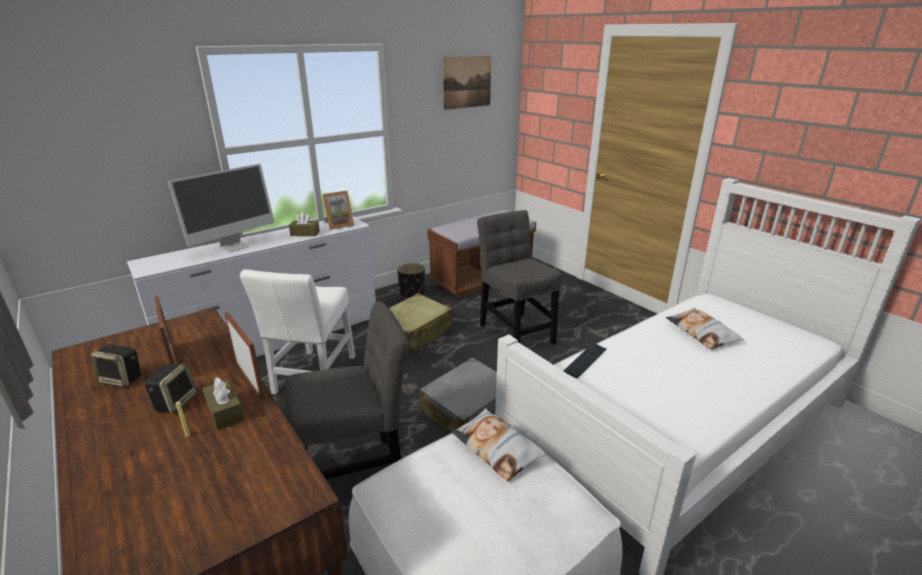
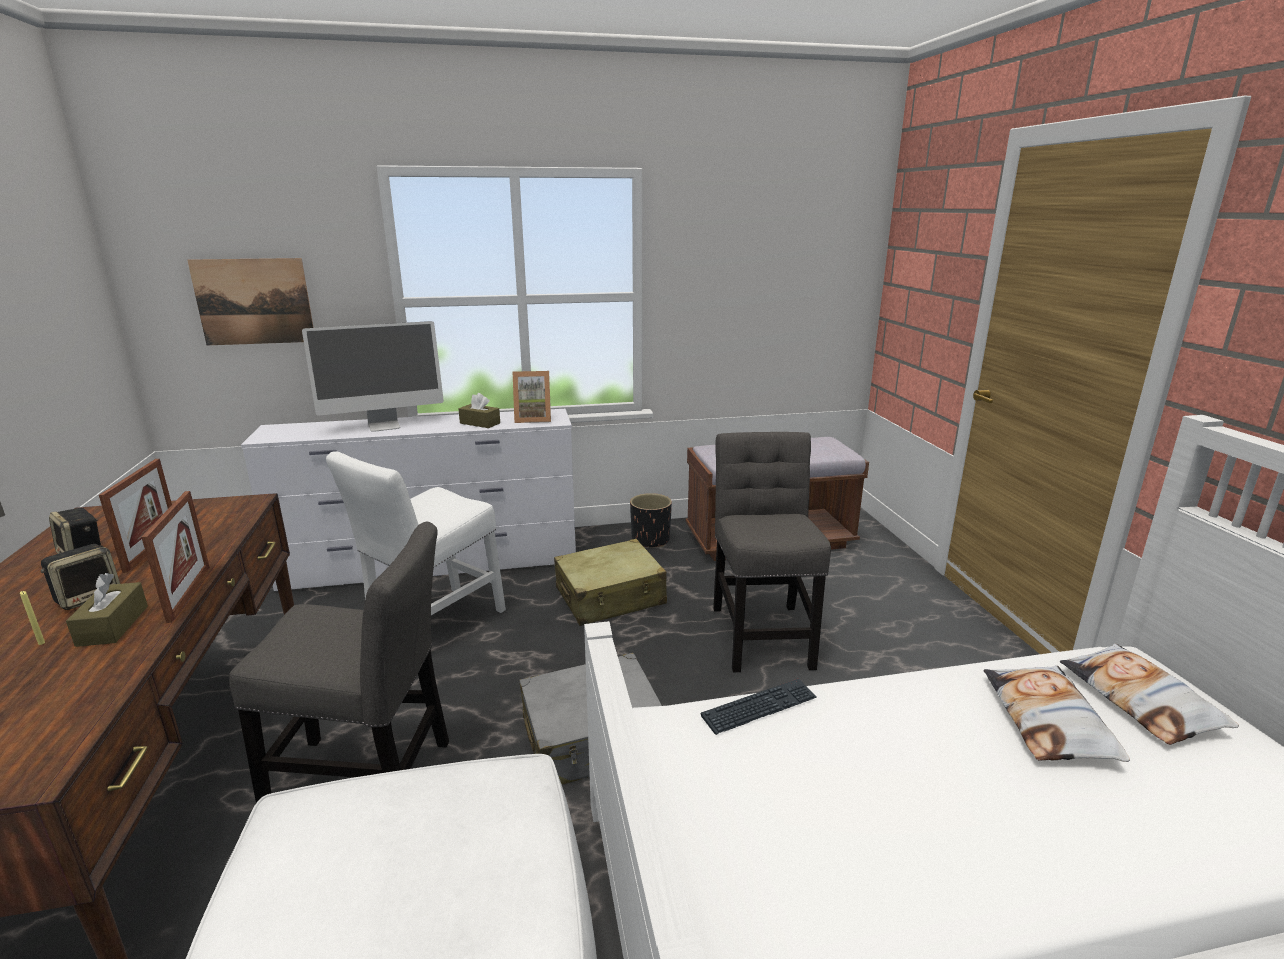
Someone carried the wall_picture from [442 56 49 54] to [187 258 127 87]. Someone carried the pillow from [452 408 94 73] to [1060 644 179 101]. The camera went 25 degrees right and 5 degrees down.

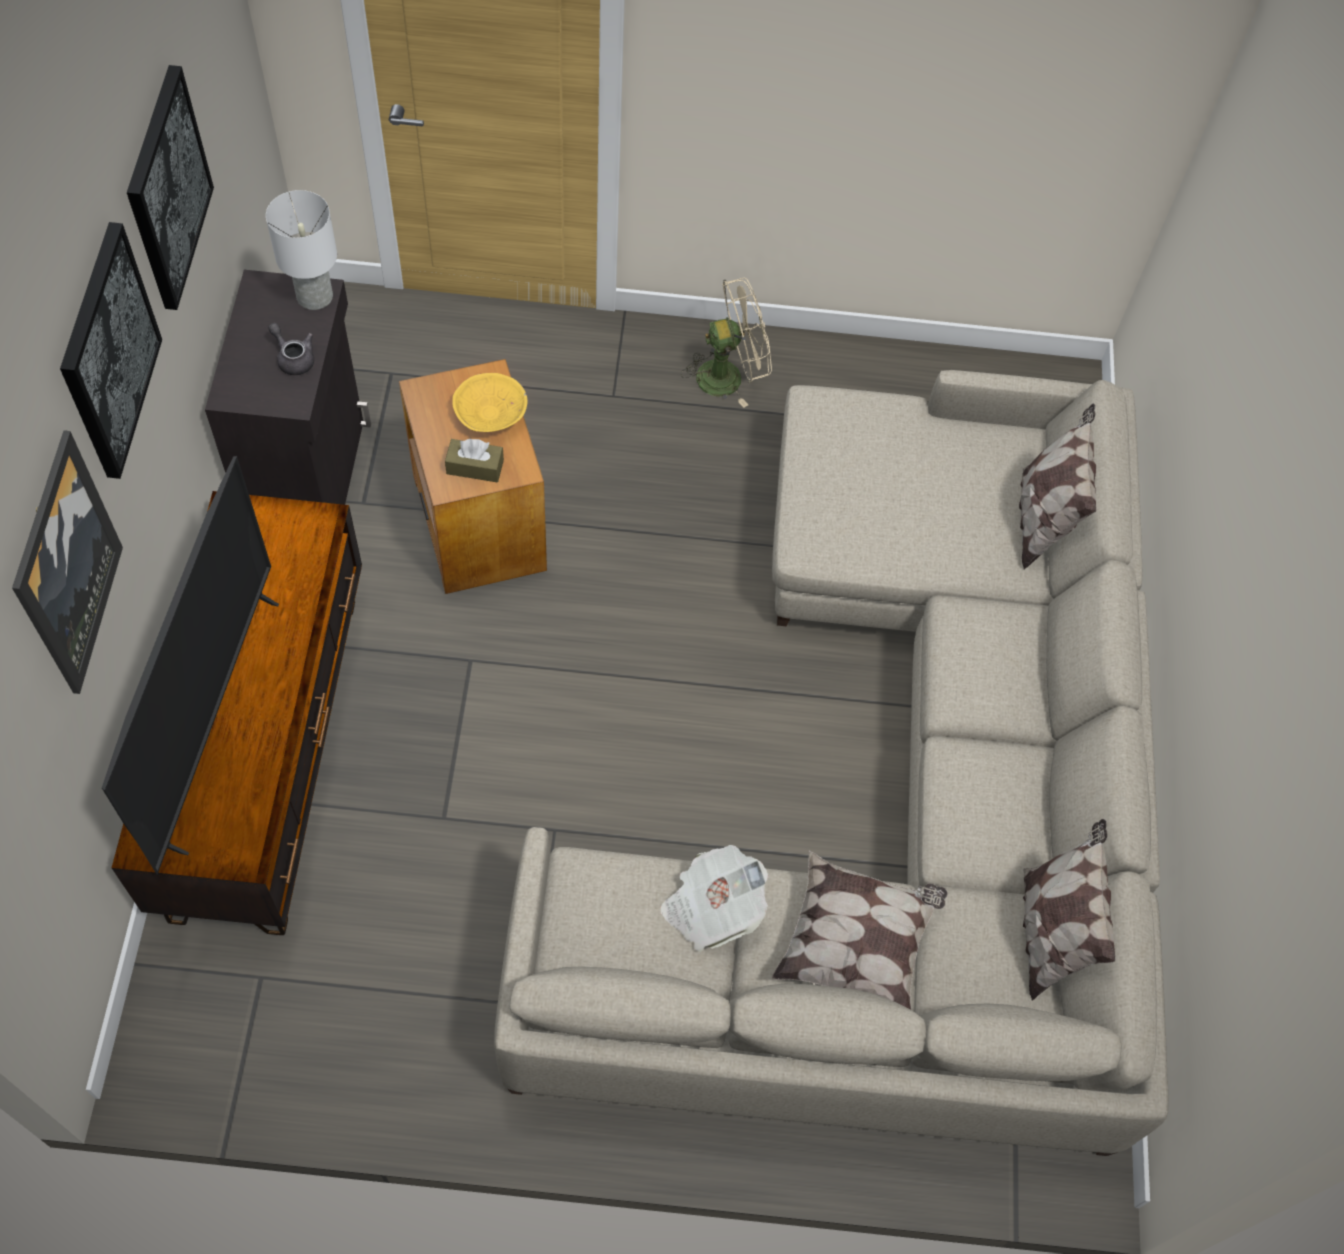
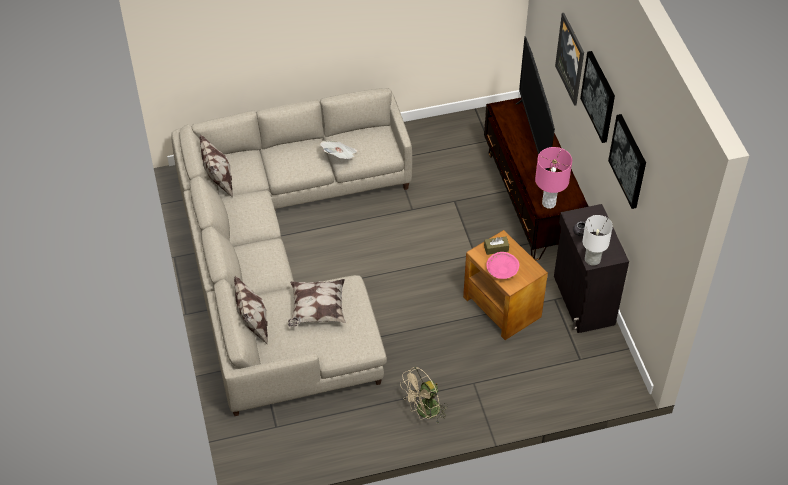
Someone repainted the yellowish_deep_dish at [452 373 76 59], which became the pinkish_deep_dish at [486 252 33 27]. Someone carried the pillow from [772 851 176 159] to [288 279 58 48]. Someone put down the pinkish_tabletop_lamp at [535 147 37 62]. The camera went 165 degrees right and 10 degrees down.

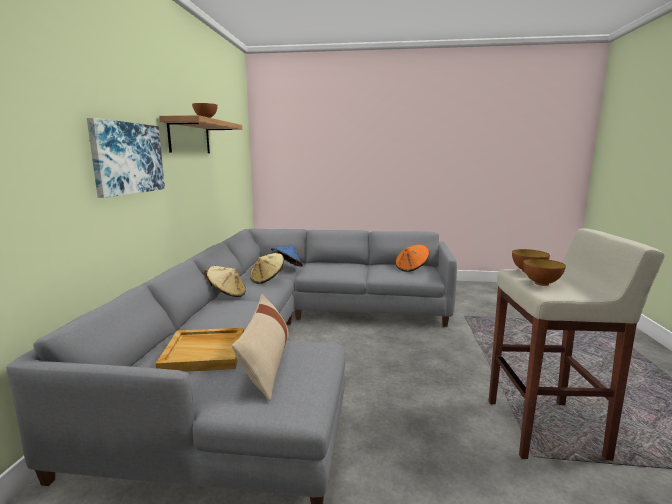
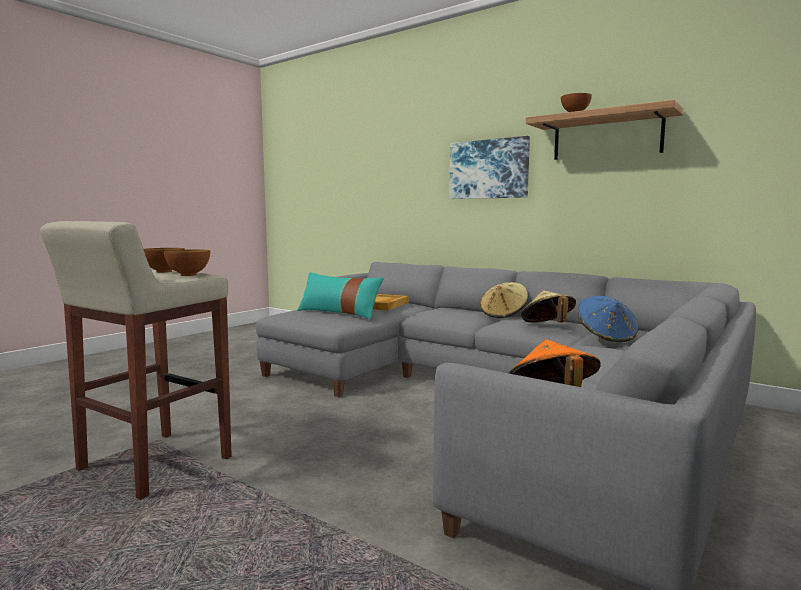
Someone repainted the beige_pillow at [232 294 57 107], which became the blue-green_pillow at [297 272 87 47]. The camera went 120 degrees right and 5 degrees down.

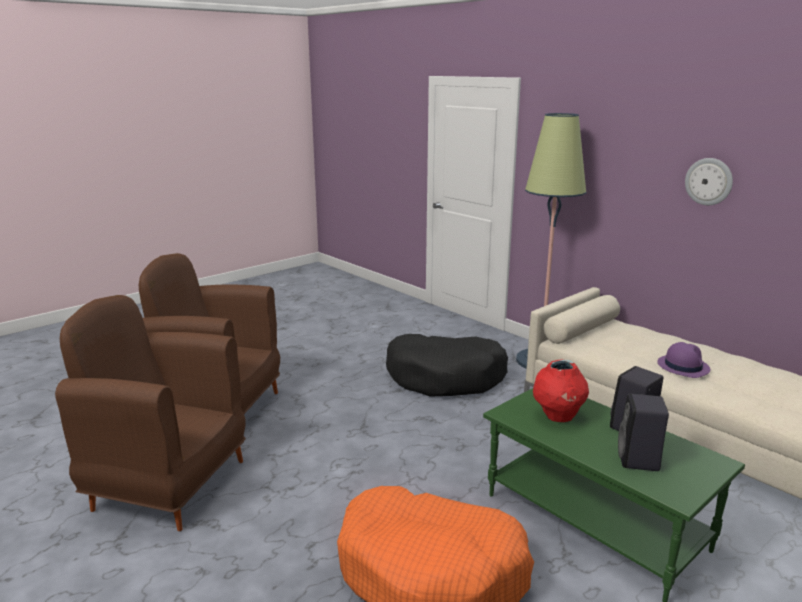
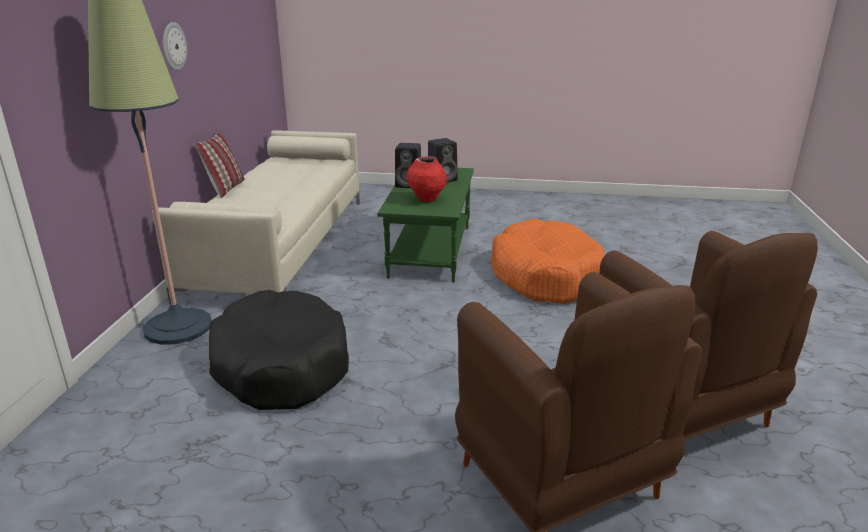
Someone took away the purplish_hat at [657 342 54 36]. Someone put down the pillow at [194 130 51 68]. The camera went 130 degrees left and 5 degrees up.

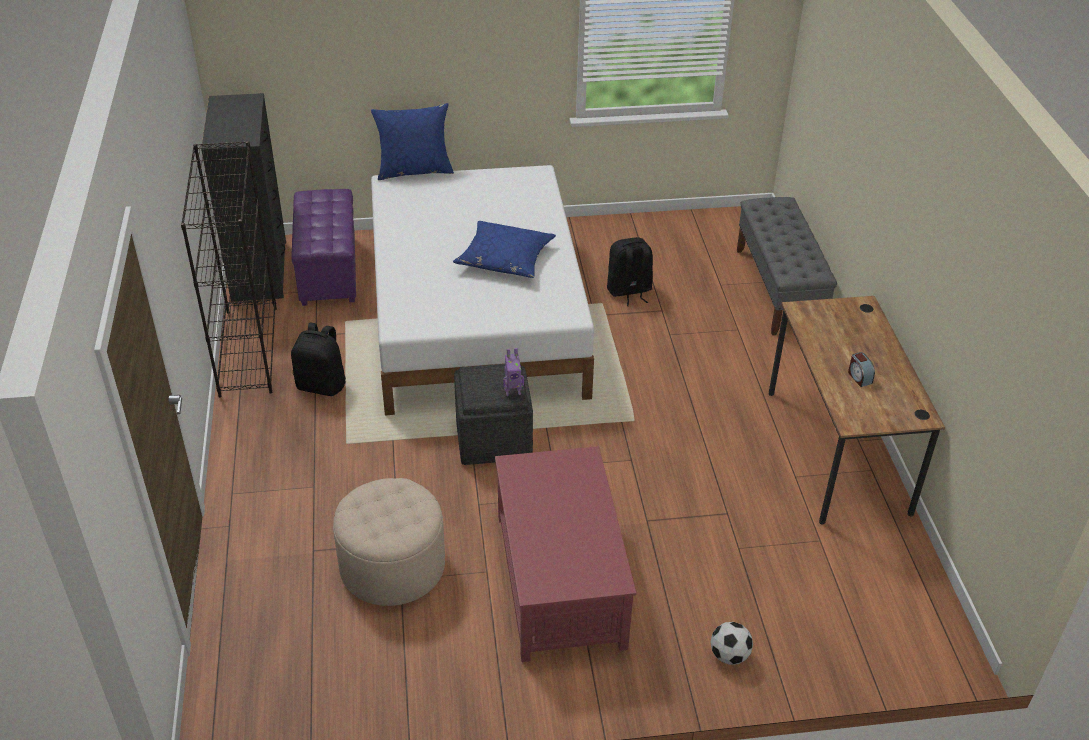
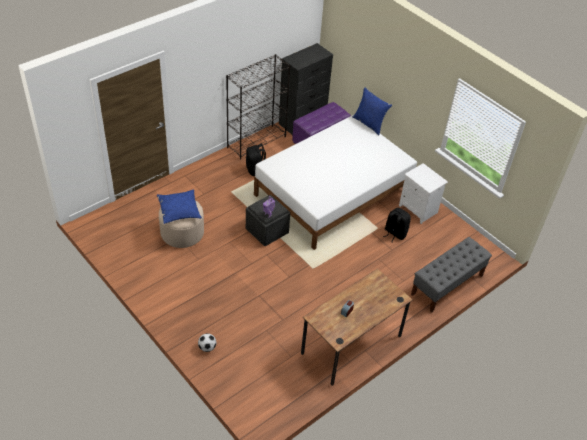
Someone carried the blue_pillow from [453 221 103 57] to [157 190 45 34]. Someone took away the red-coloured_low_table at [495 446 142 216]. Someone put down the whitish_night_table at [399 163 49 61]. The camera went 55 degrees right and 5 degrees up.

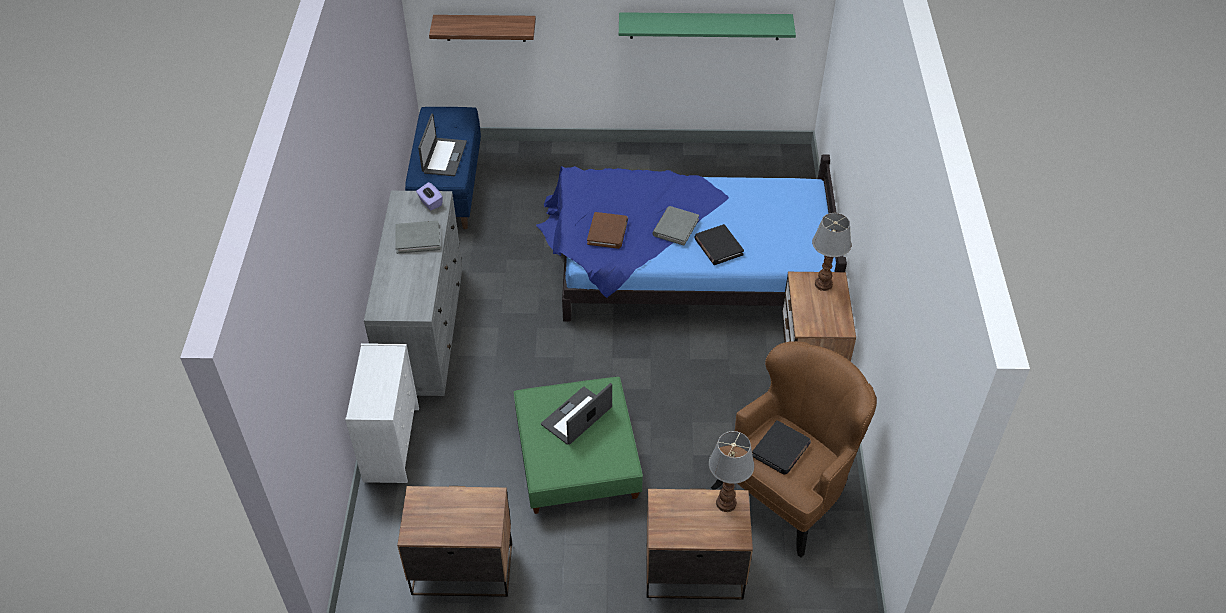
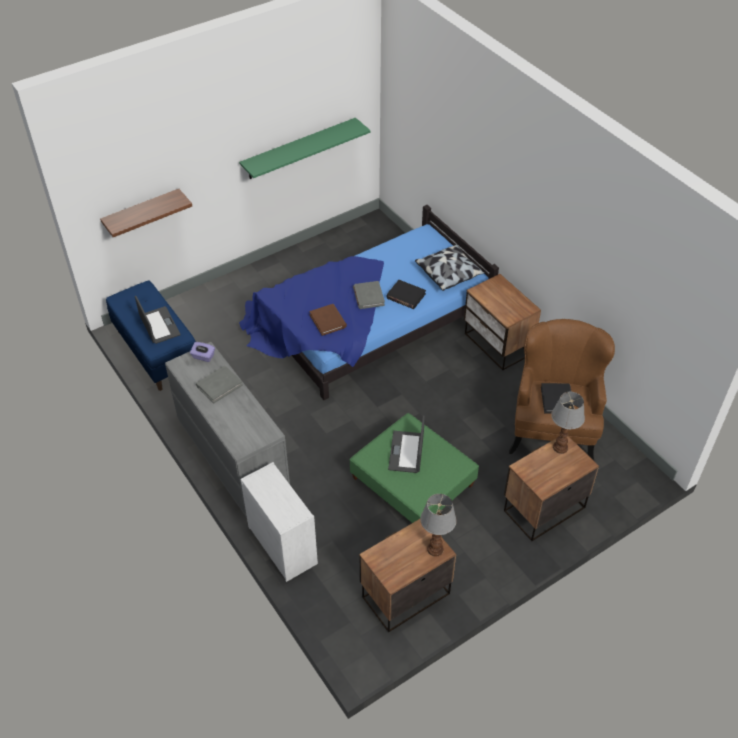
Someone carried the tabletop_lamp from [812 213 39 78] to [420 494 37 63]. Someone put down the pillow at [415 244 69 47]. The camera went 35 degrees left and 0 degrees up.

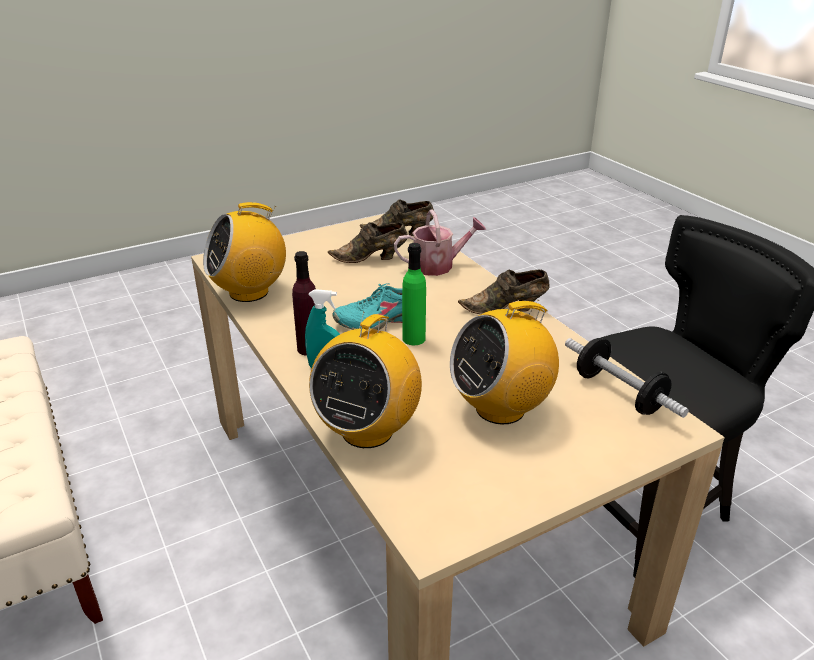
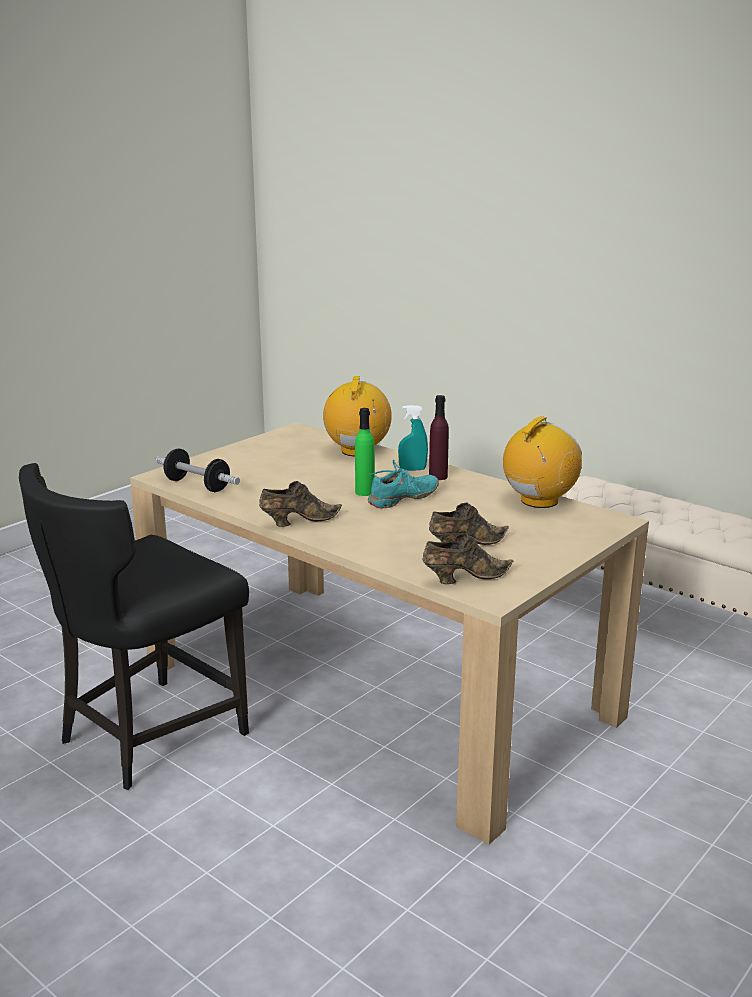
Someone took away the watering_pot at [394 209 92 67]. Someone took away the radio at [450 299 109 125]. The camera went 160 degrees right and 10 degrees down.

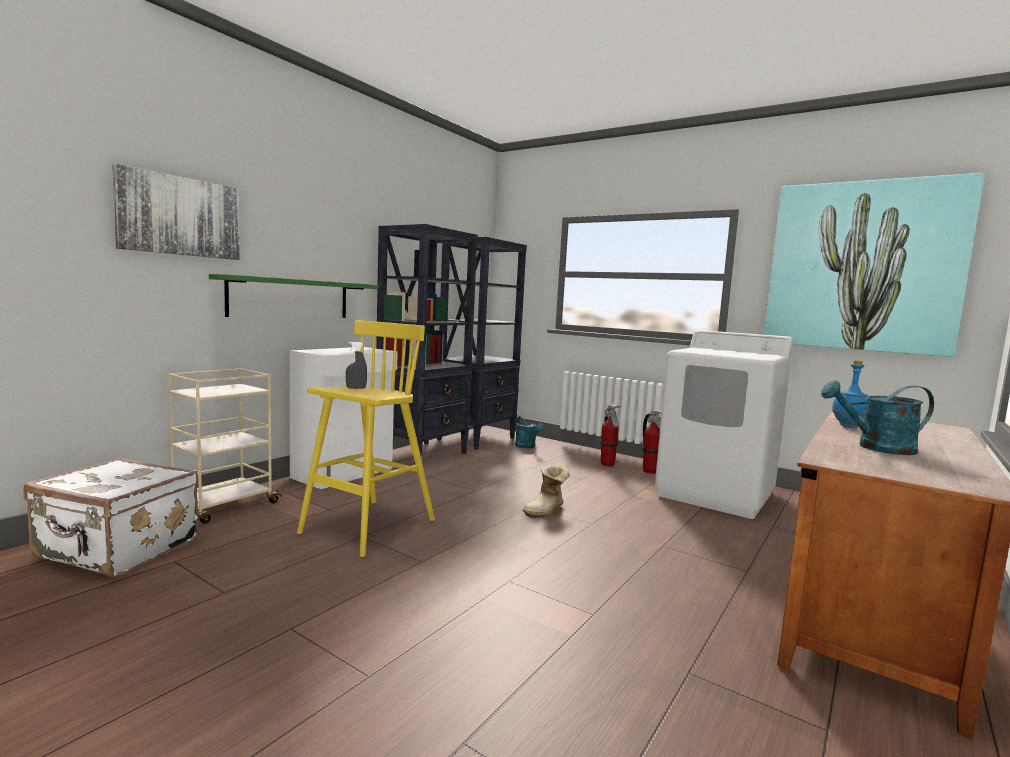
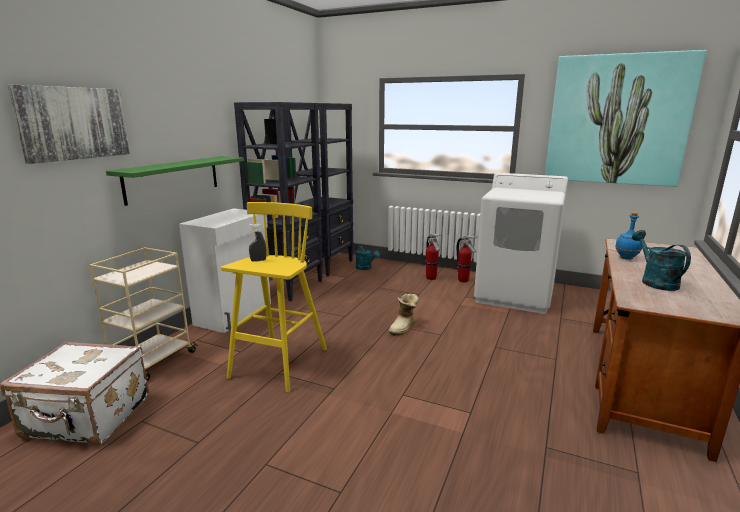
Someone rotated the blue-green_watering_pot at [821 380 113 75] by 90 degrees clockwise. The camera went 10 degrees left and 10 degrees up.

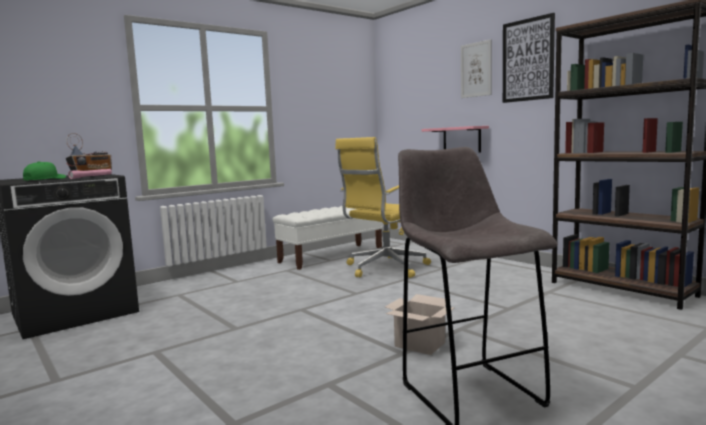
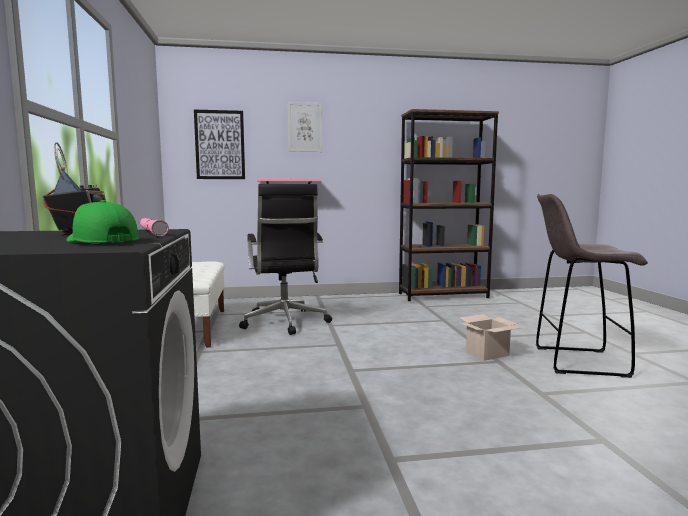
Someone repainted the yellowish_computer_chair at [335 137 96 141], which became the black_computer_chair at [239 184 93 151]. Someone carried the wall_picture from [503 13 52 90] to [194 110 51 69]. The camera went 60 degrees left and 0 degrees up.

